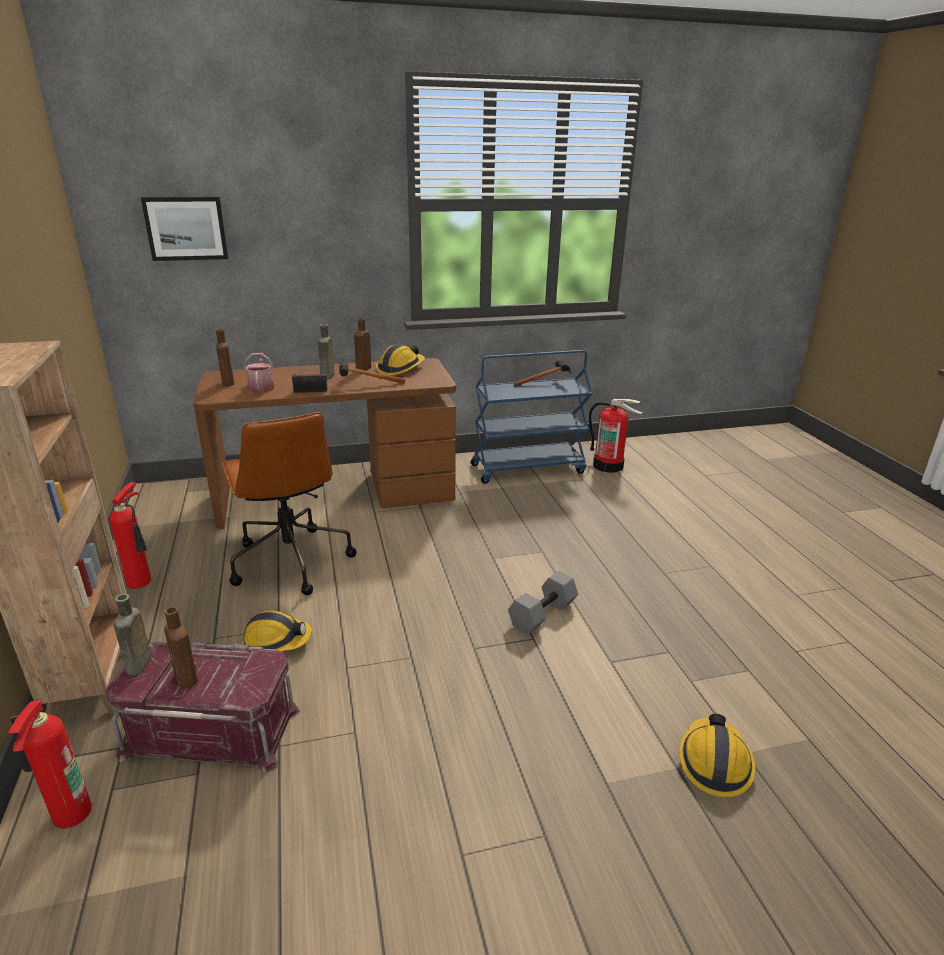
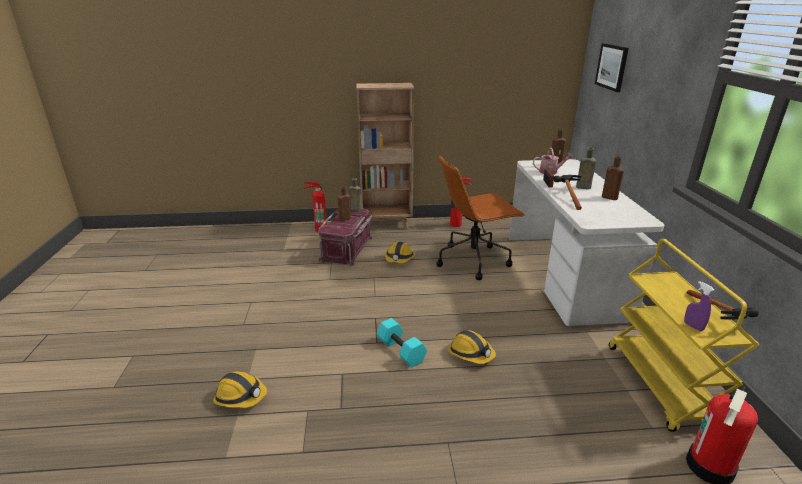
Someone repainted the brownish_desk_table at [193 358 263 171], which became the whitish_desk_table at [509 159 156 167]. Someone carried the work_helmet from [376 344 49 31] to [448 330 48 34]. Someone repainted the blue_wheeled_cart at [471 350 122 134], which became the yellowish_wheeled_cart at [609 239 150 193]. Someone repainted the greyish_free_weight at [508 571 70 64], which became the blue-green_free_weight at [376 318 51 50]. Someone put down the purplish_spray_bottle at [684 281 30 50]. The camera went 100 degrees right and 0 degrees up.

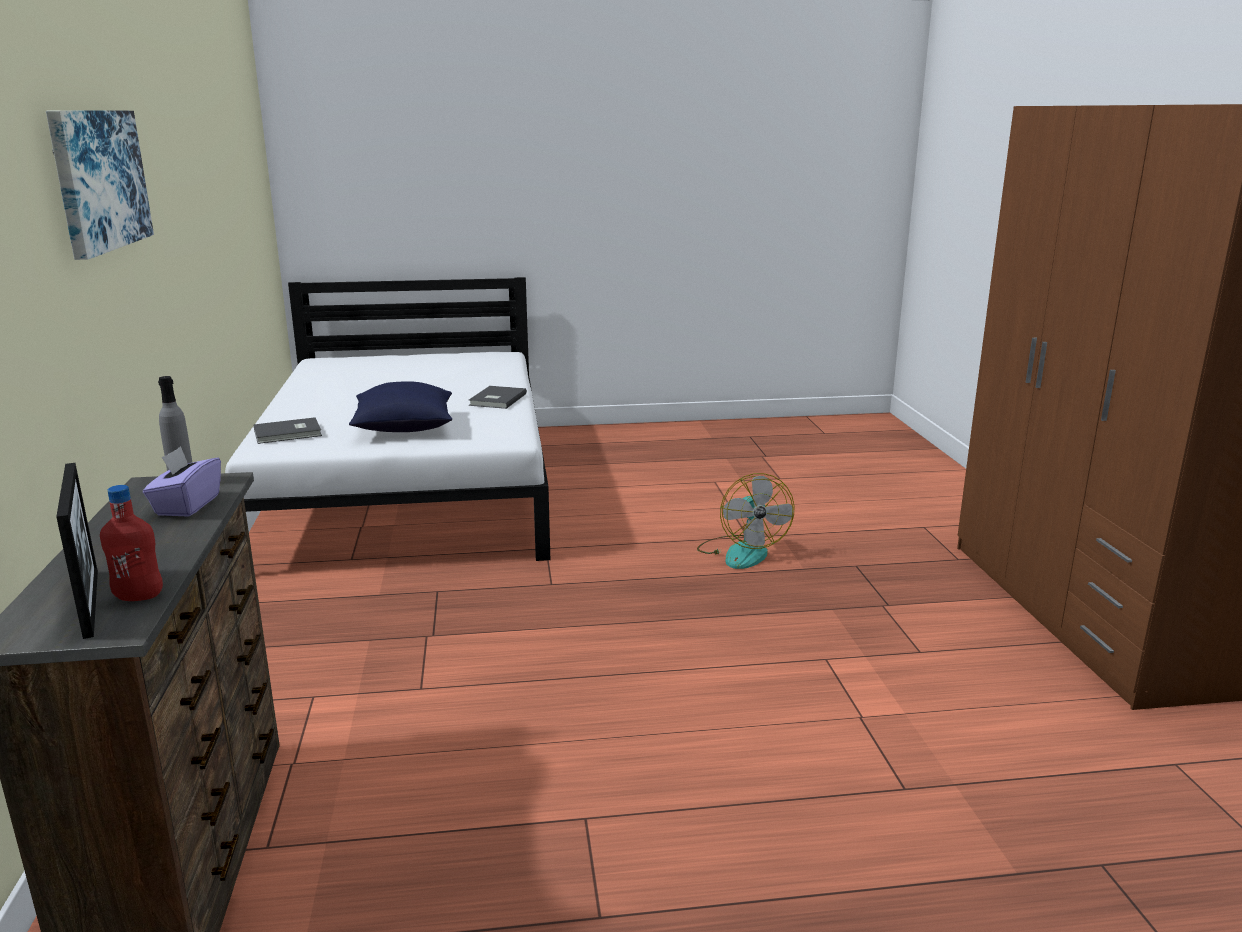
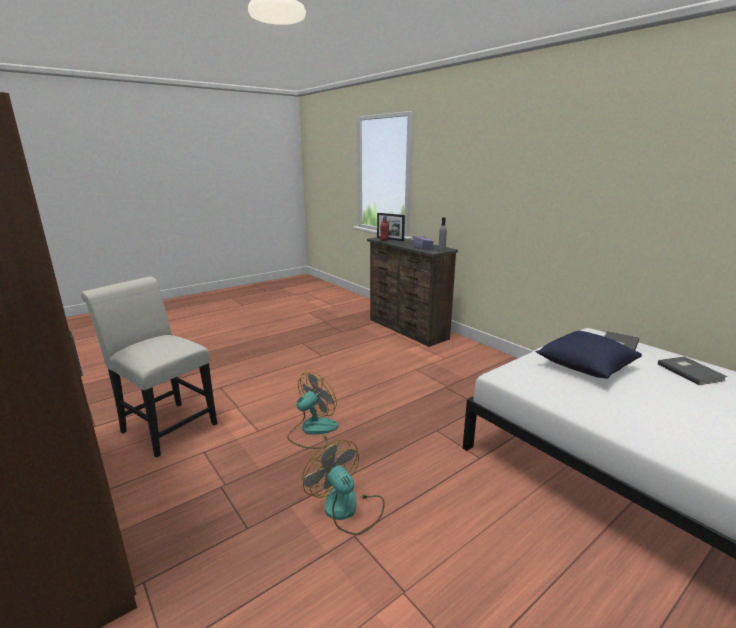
Someone took away the wall_picture at [46 111 108 149]. Someone carried the greyish_bound_book from [469 386 58 23] to [658 356 69 29]. Someone put down the whitish_chair at [81 277 137 181]. Someone put down the fan at [287 372 51 77]. The camera went 150 degrees right and 0 degrees up.

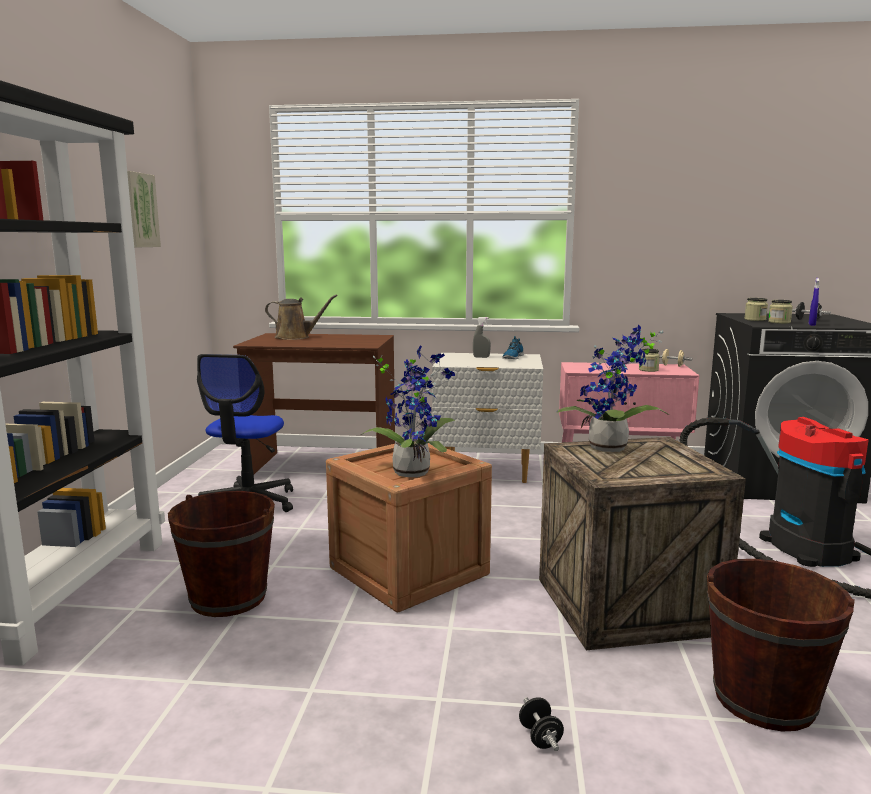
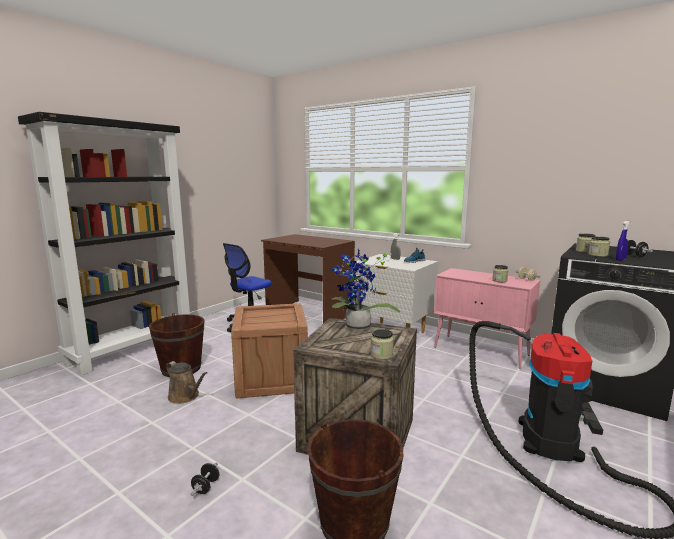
Someone took away the wall_picture at [127 171 34 77]. Someone carried the brownish_watering_pot from [265 294 73 46] to [166 361 41 43]. Someone took away the potted_plant at [361 345 94 132]. Someone put down the preserve_jar at [371 329 23 31]. The camera went 30 degrees right and 0 degrees up.

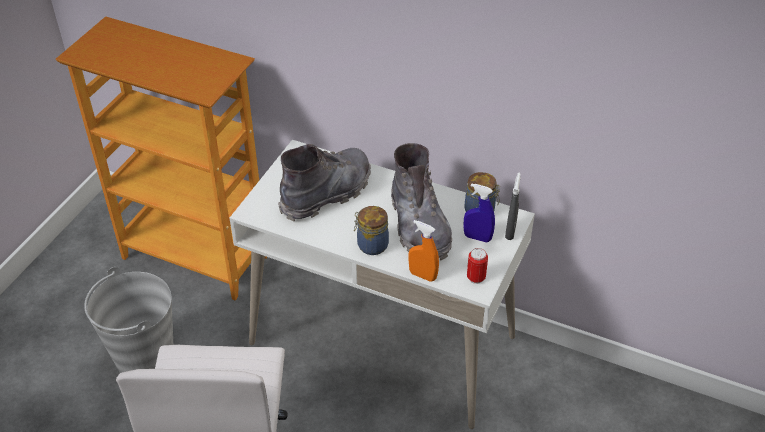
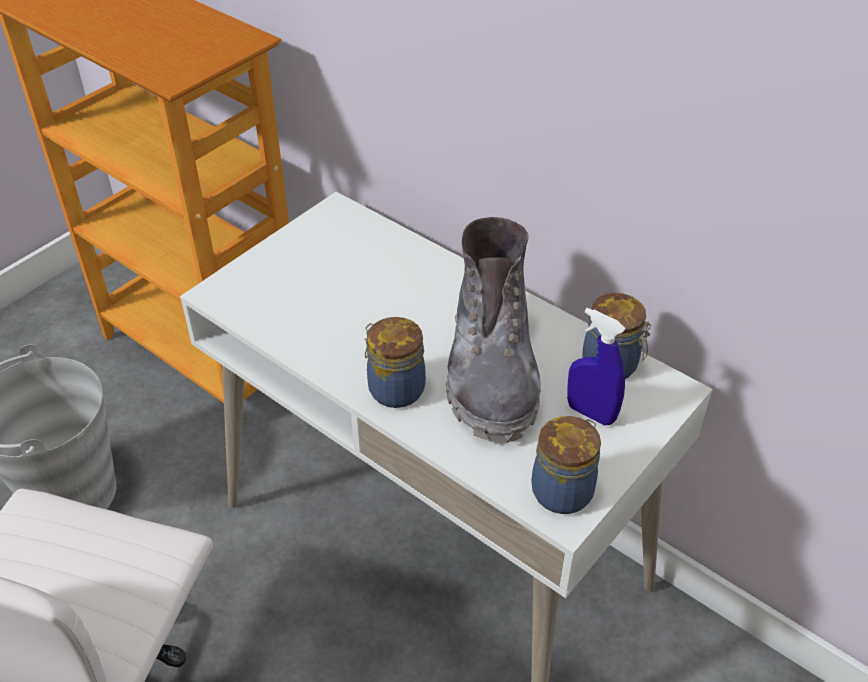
Someone took away the greyish_boot at [278 144 93 78]. Someone took away the orangey_spray_bottle at [408 220 31 62]. Someone swapped the can at [467 248 21 36] for the preserve_jar at [532 416 69 98]. Someone took away the greyish_spray_bottle at [505 172 15 68]. The camera went 15 degrees right and 0 degrees up.

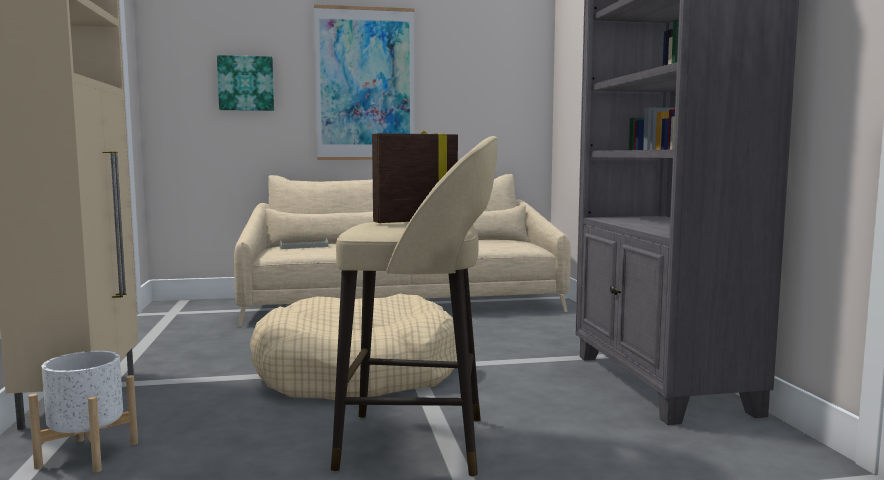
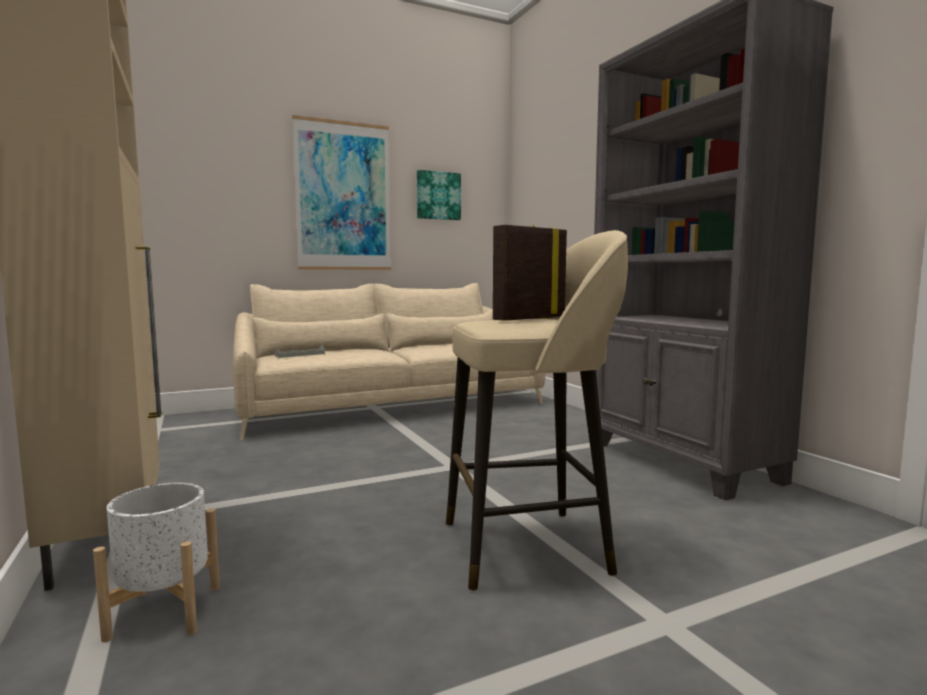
Someone carried the wall_picture from [217 55 57 56] to [417 170 44 50]. Someone took away the beige_dog_cushion at [250 293 207 107]. The camera went 15 degrees left and 0 degrees up.

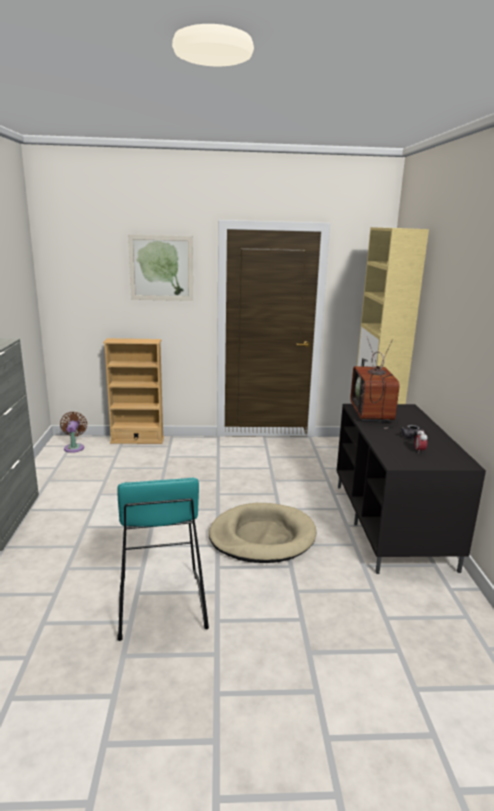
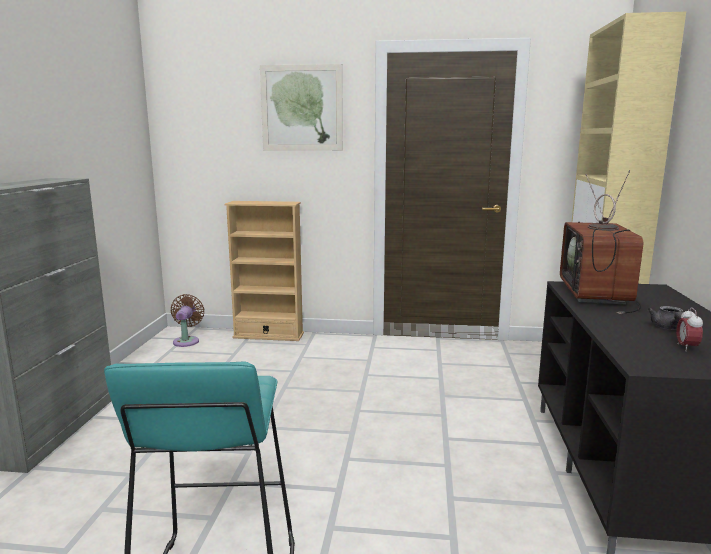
Someone took away the beige_dog_cushion at [209 503 107 60]. The camera went 10 degrees right and 5 degrees down.

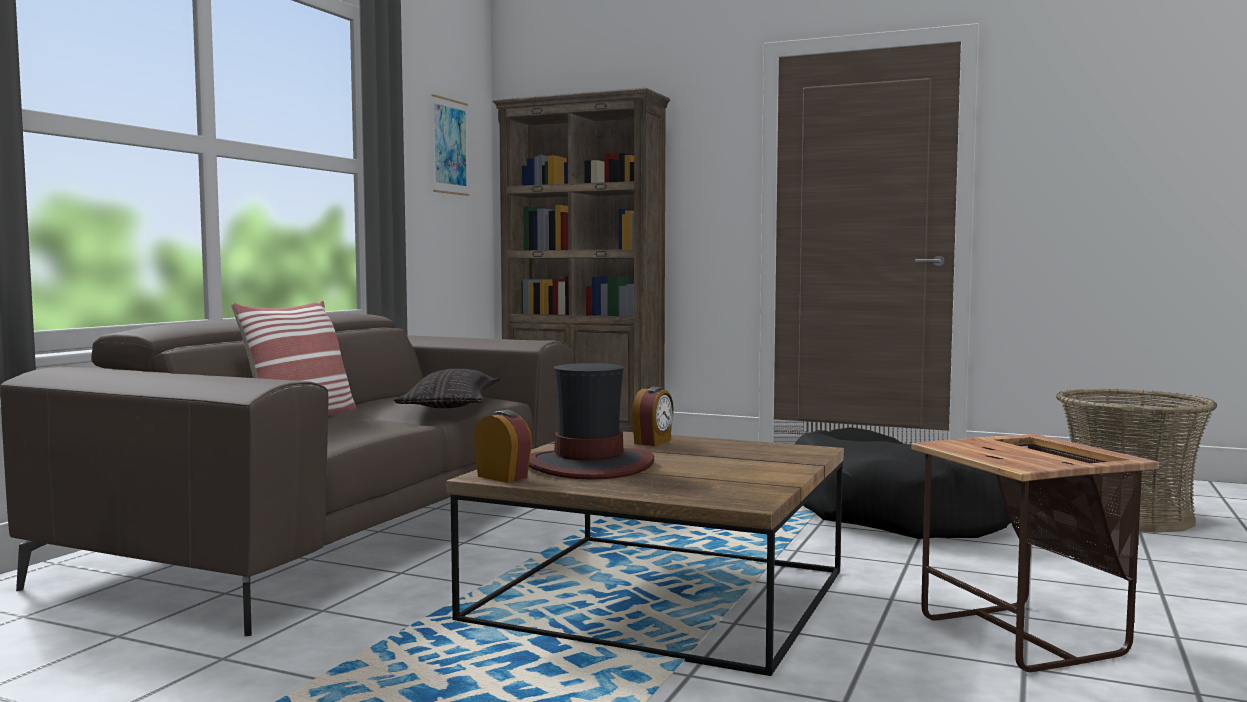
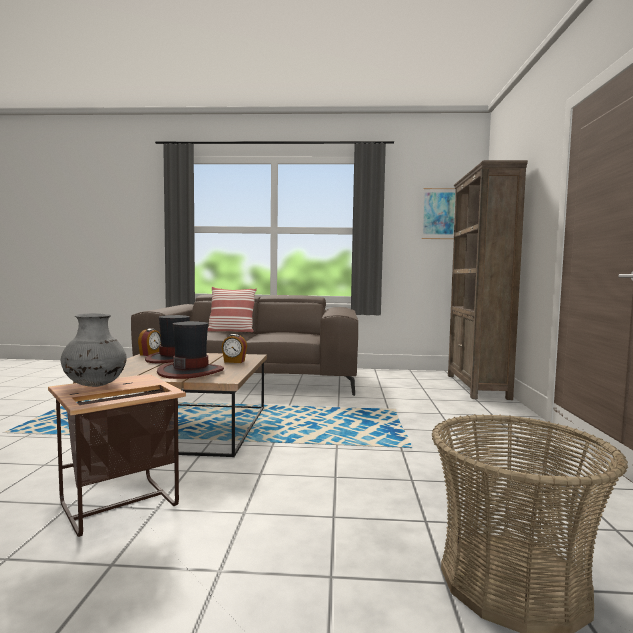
Someone took away the pillow at [394 369 106 39]. Someone took away the black_dog_cushion at [795 427 225 112]. Someone put down the greyish_vase at [60 313 67 74]. Someone put down the hat at [157 321 67 58]. The camera went 70 degrees right and 0 degrees up.

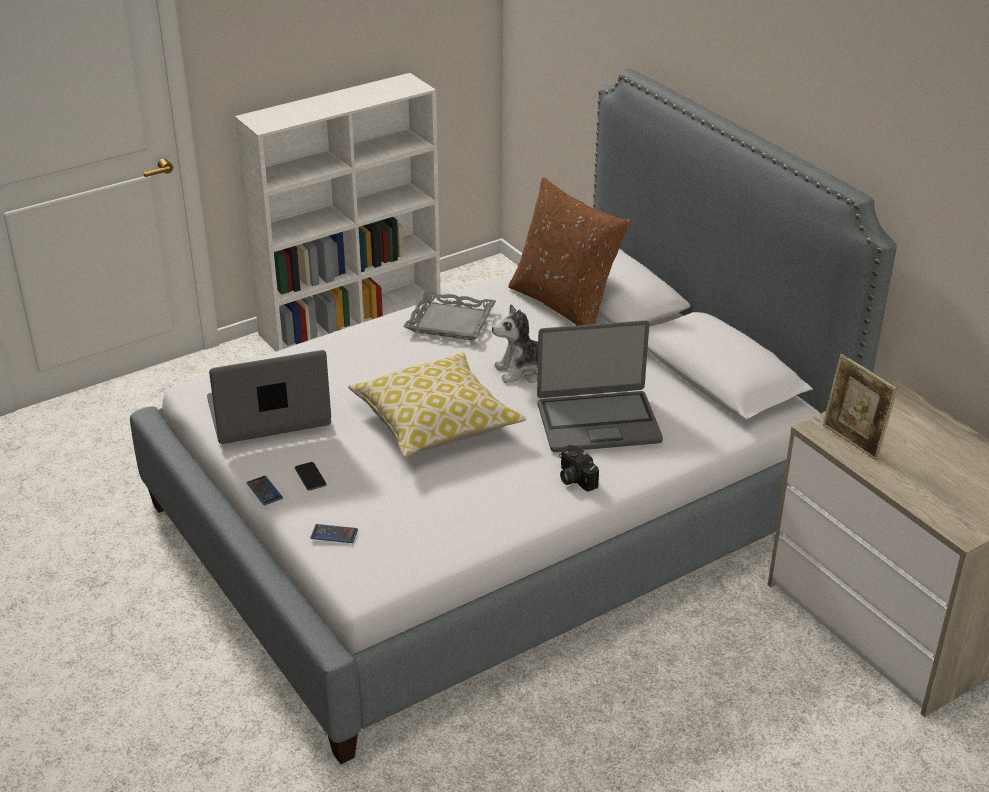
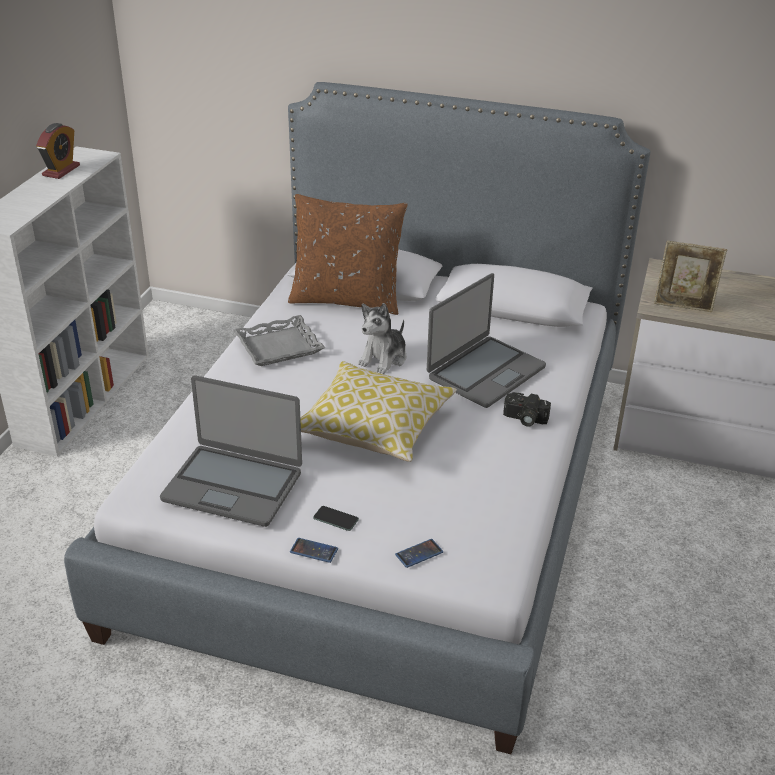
Someone rotated the laptop at [207 350 124 94] by 105 degrees counterclockwise. Someone put down the bedside_clock at [36 123 44 56]. The camera went 40 degrees left and 0 degrees up.

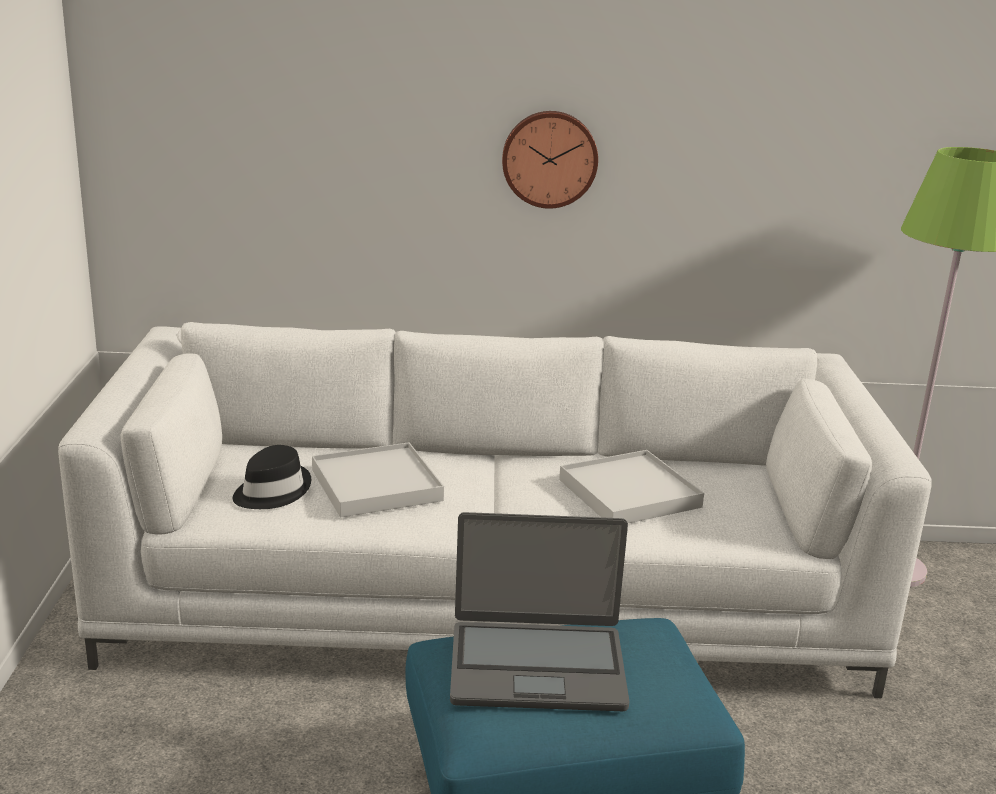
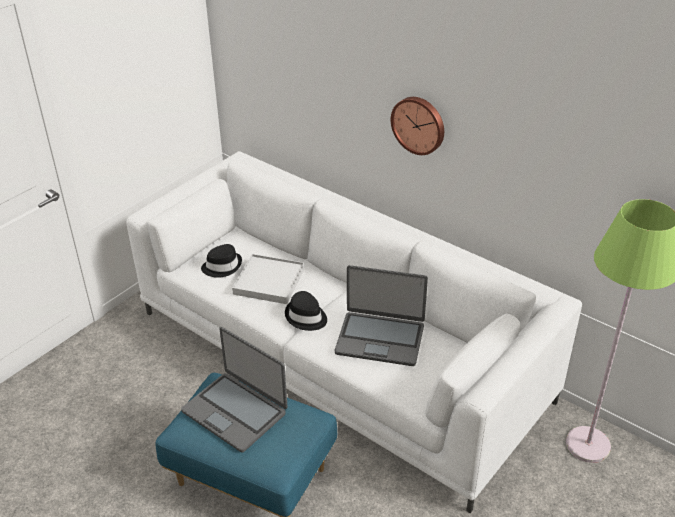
Someone swapped the whitish_carrying_tray at [559 450 145 73] for the laptop at [335 265 93 101]. Someone put down the black_hat at [285 291 42 40]. The camera went 40 degrees right and 15 degrees up.

